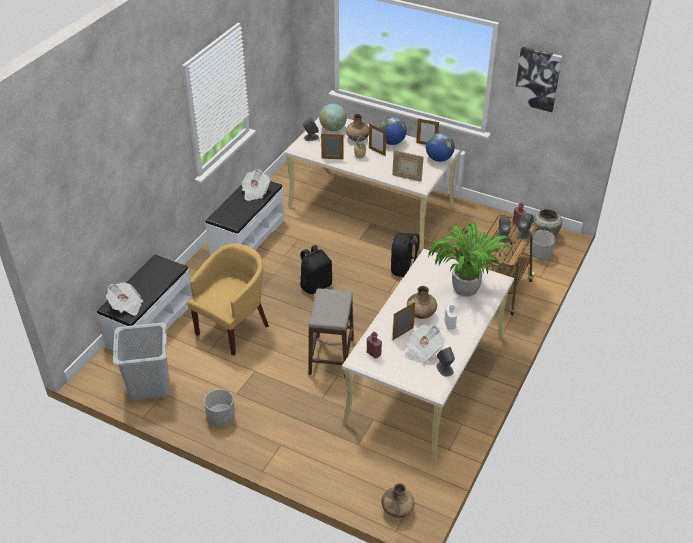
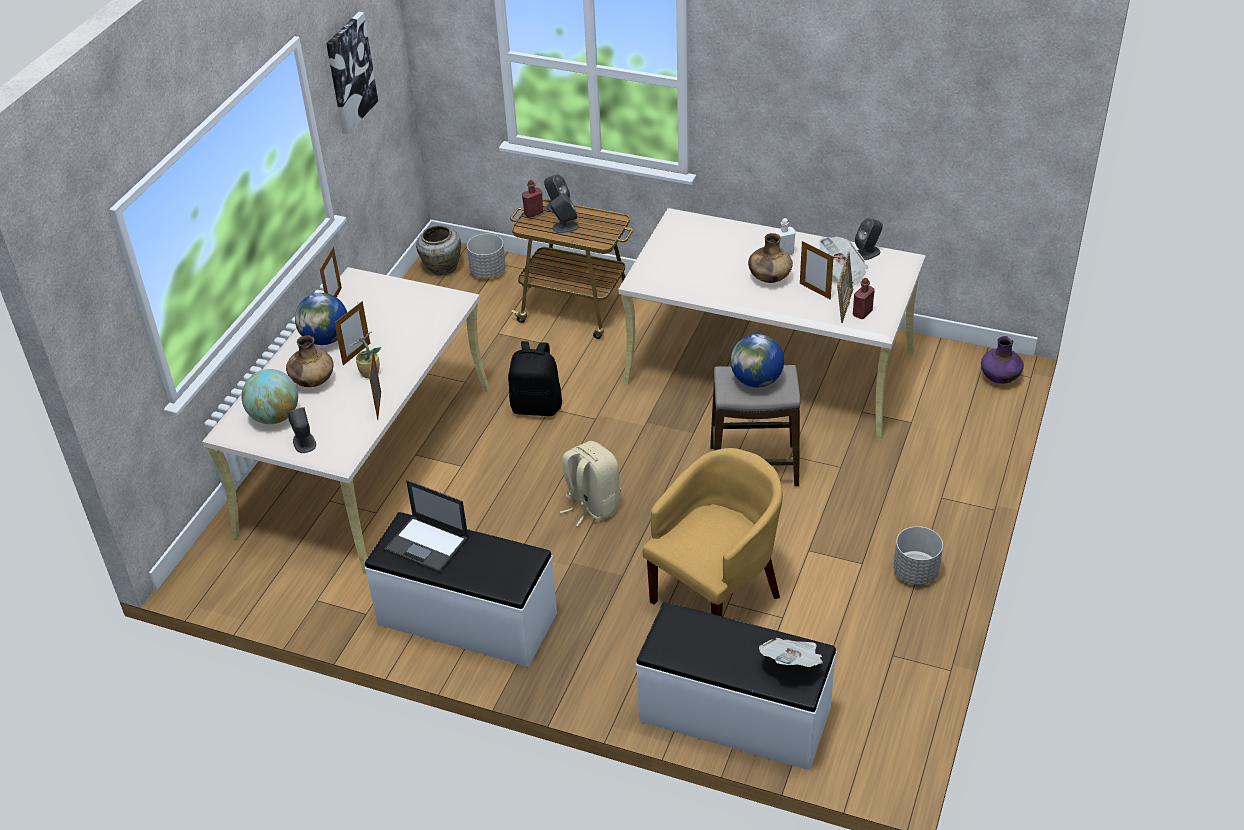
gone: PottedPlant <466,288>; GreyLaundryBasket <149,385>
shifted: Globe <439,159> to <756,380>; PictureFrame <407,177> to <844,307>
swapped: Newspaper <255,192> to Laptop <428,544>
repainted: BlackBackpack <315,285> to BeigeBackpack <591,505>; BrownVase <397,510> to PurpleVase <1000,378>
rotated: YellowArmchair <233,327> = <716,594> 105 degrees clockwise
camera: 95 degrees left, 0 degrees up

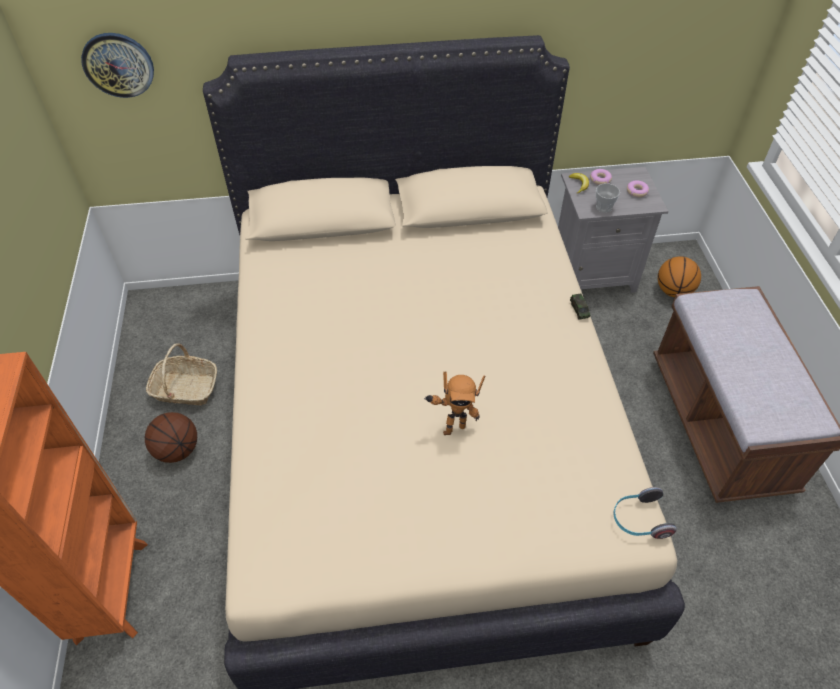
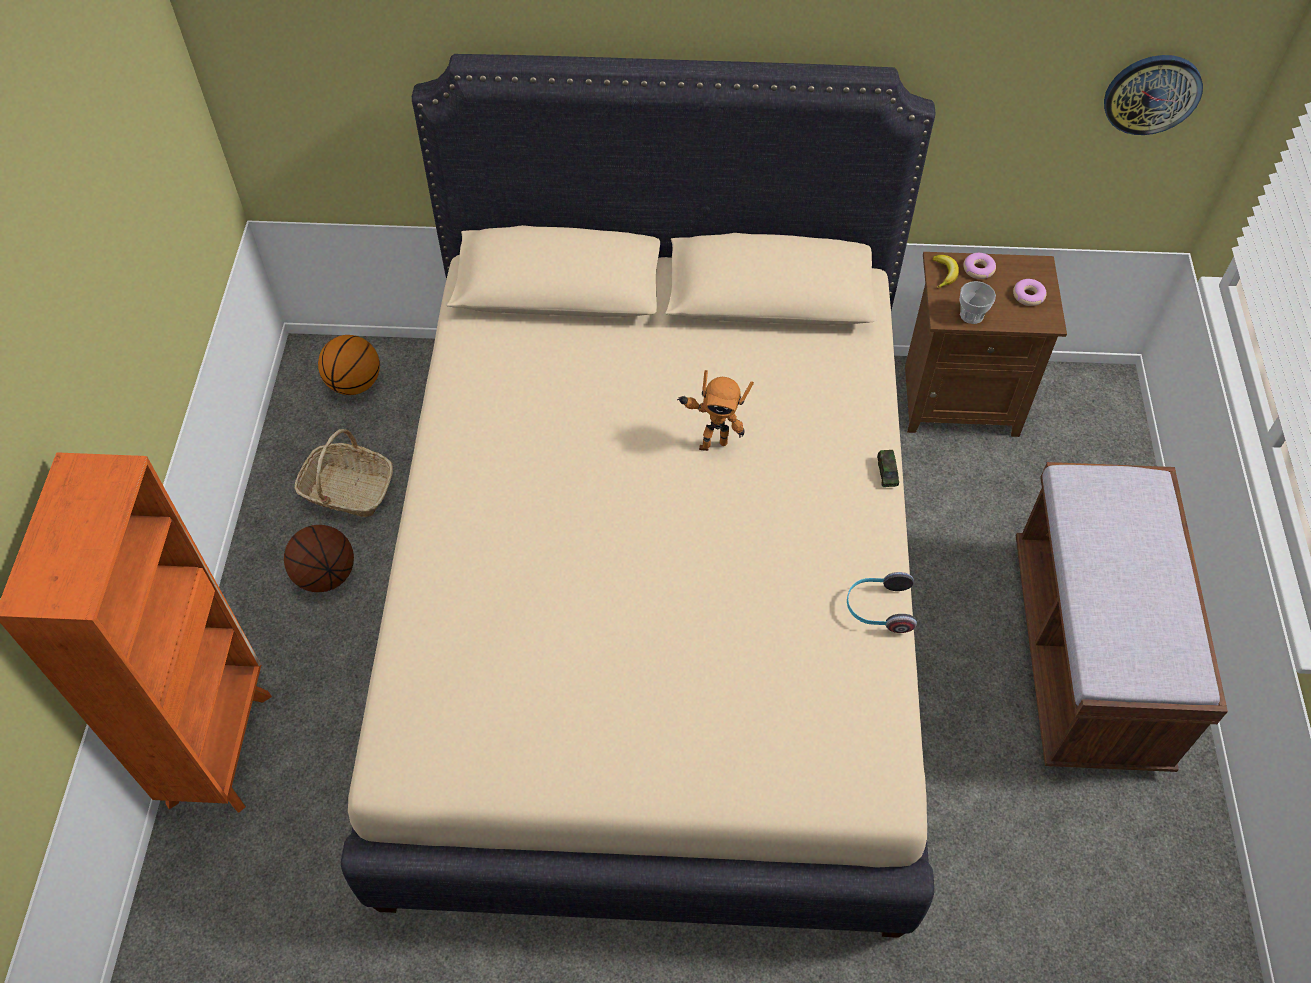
shifted: WallClock <118,64> to <1152,93>; Basketball <673,291> to <355,383>; ToyRobot <452,427> to <711,442>; Headphones <639,520> to <878,609>
repainted: GreyNightstand <592,274> to BrownNightstand <959,399>
camera: 10 degrees right, 5 degrees up

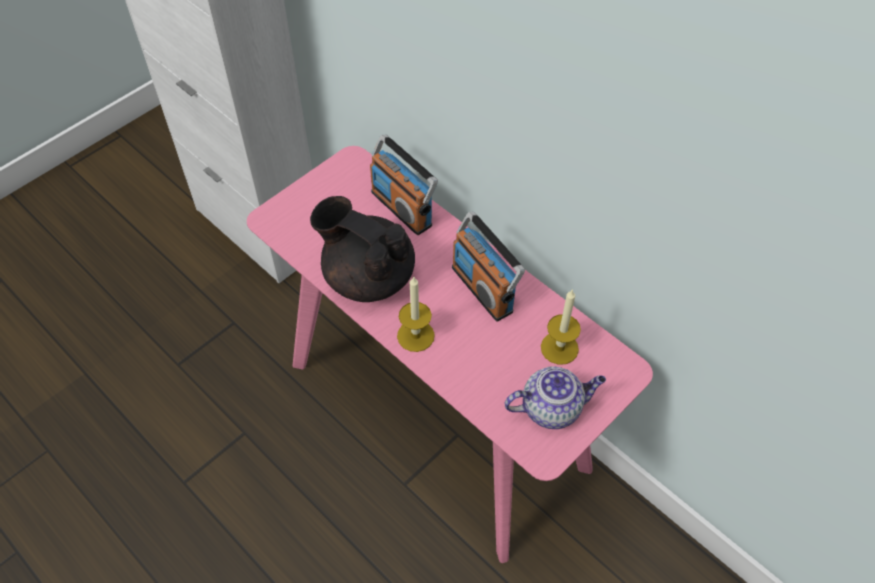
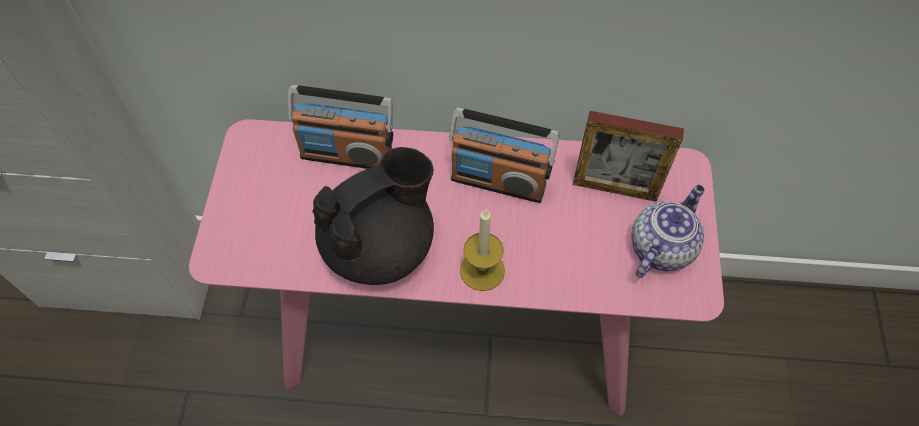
swapped: Candle <559,348> to PictureFrame <615,188>
rotated: BlackTeapot <368,276> = <380,245> 150 degrees clockwise
camera: 40 degrees left, 5 degrees up

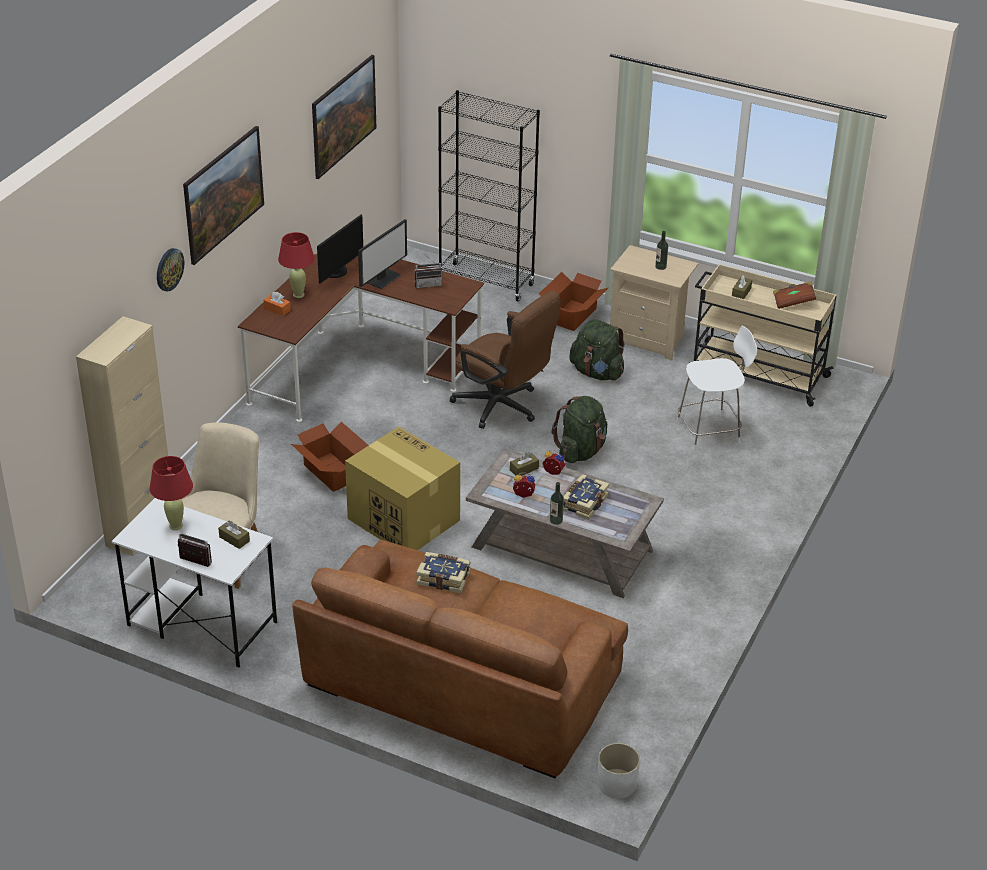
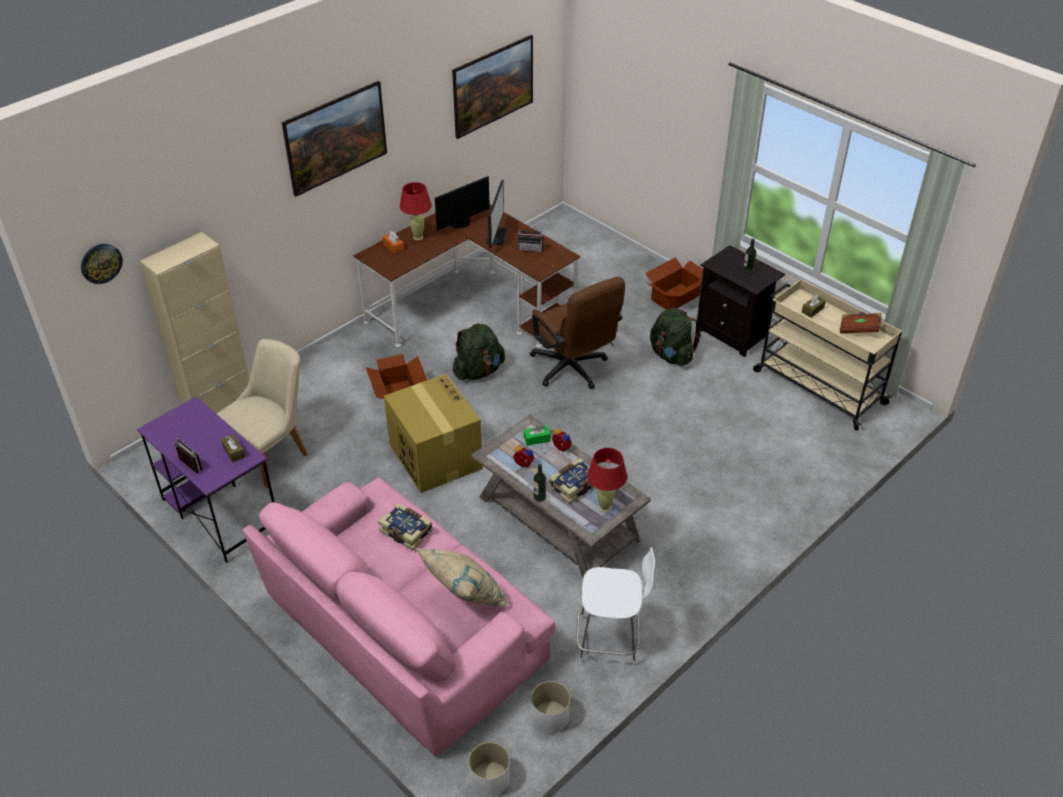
gone: BlackBookcase <486,282>
new: BeigePillow <464,596>; WhitePlanter <549,717>
shifted: WallClock <169,269> to <101,263>; WhiteChair <710,431> to <610,641>; GreenBackpack <581,451> to <478,371>; RedTableLamp <176,526> to <605,507>
repainted: BeigeNightstand <649,339> to BlackNightstand <733,333>; BrownTissueBox <524,469> to GreenTissueBox <537,439>; WhiteDesk <201,623> to PurpleDesk <219,512>; BrownSofa <461,682> to PinkSofa <403,630>
rotated: Monitor <383,278> = <496,236> 45 degrees counterclockwise
camera: 20 degrees right, 5 degrees up

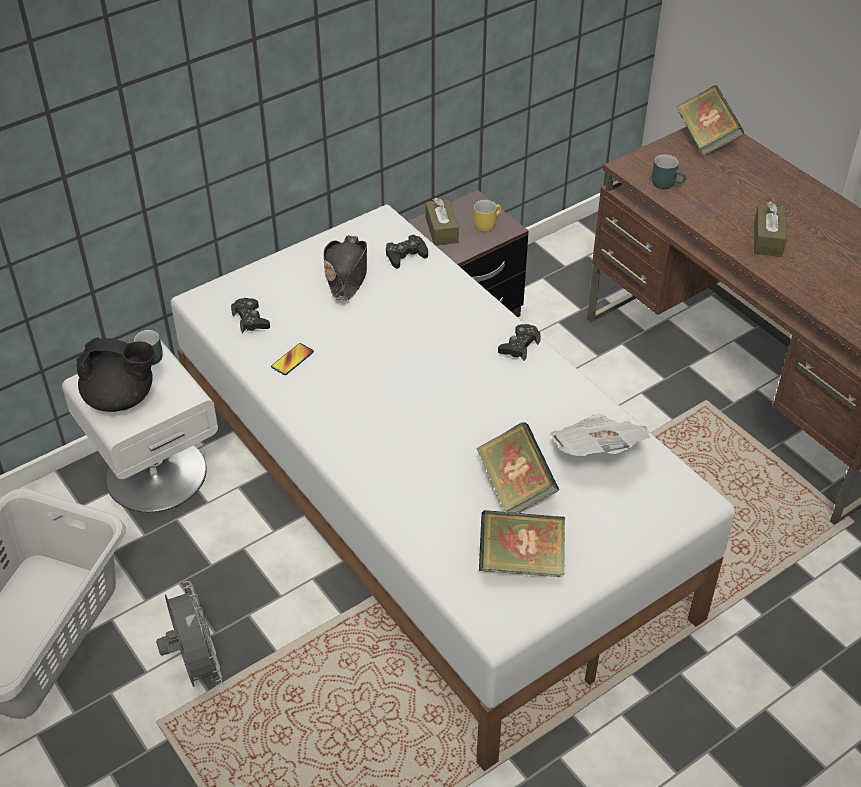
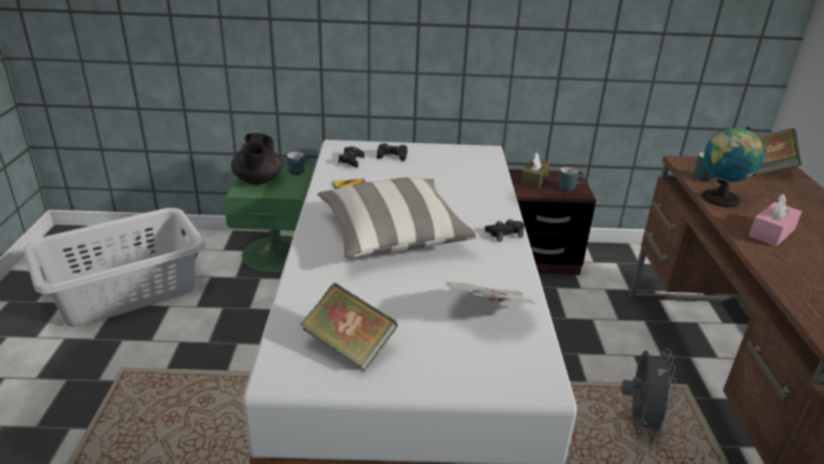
gone: BlackHat <346,273>; Book <515,486>
new: Globe <719,199>; Pillow <393,235>
shifted: BlackGameController <405,255> to <392,156>; GreyFan <195,666> to <639,423>
repainted: YellowMug <486,224> to TurquoiseMug <568,187>; BrownTissueBox <767,239> to PinkTissueBox <771,233>; WhiteNightstand <155,472> to GreenNightstand <277,253>
rotated: BlackTeapot <121,398> = <258,181> 45 degrees clockwise
camera: 35 degrees right, 15 degrees down

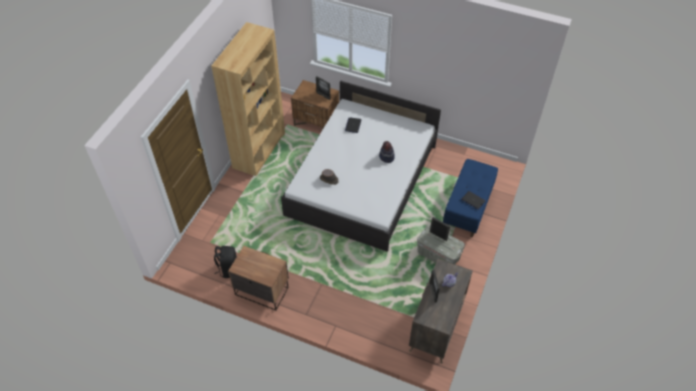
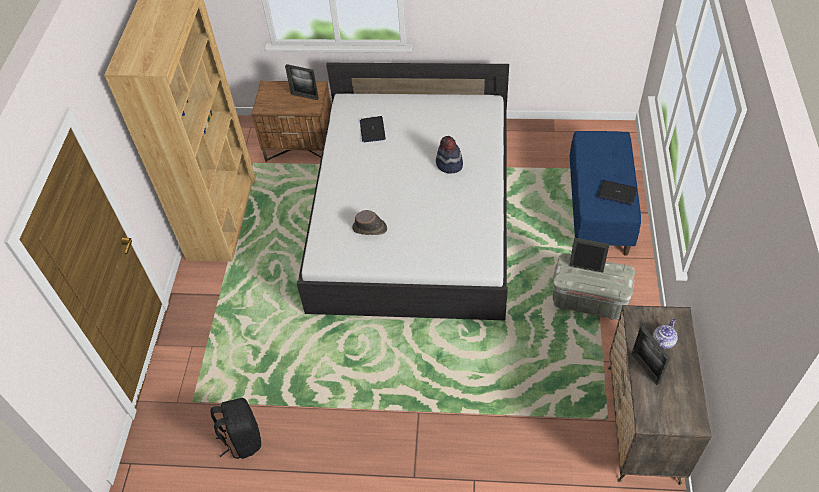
gone: Nightstand <261,290>
camera: 15 degrees left, 0 degrees up

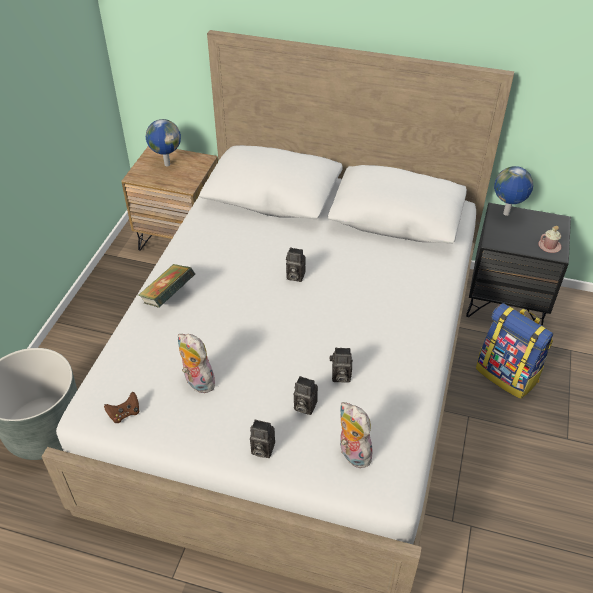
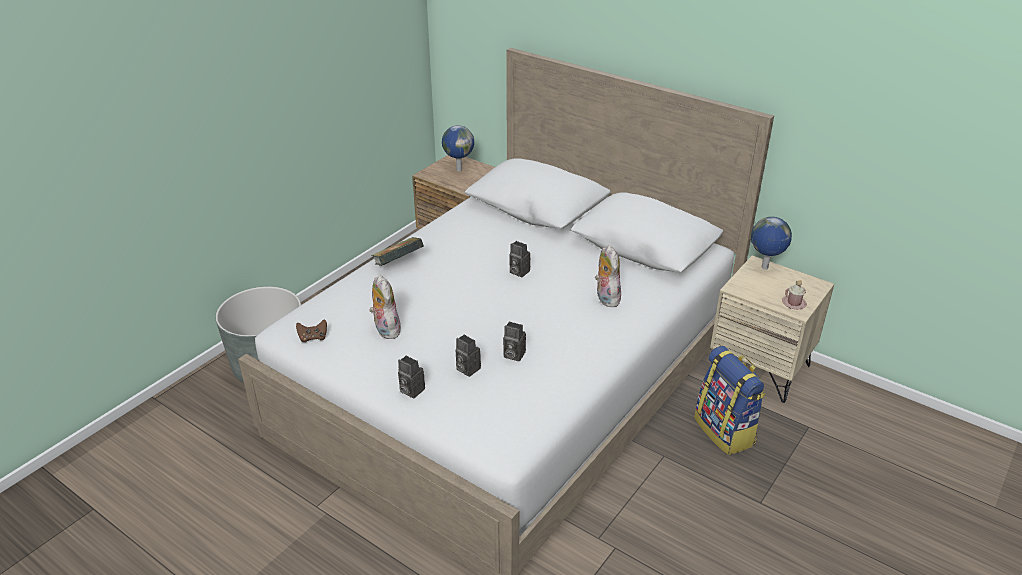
shifted: PlushToy <352,453> to <605,298>
repainted: BlackNightstand <506,302> to BeigeNightstand <760,368>
camera: 20 degrees right, 10 degrees down

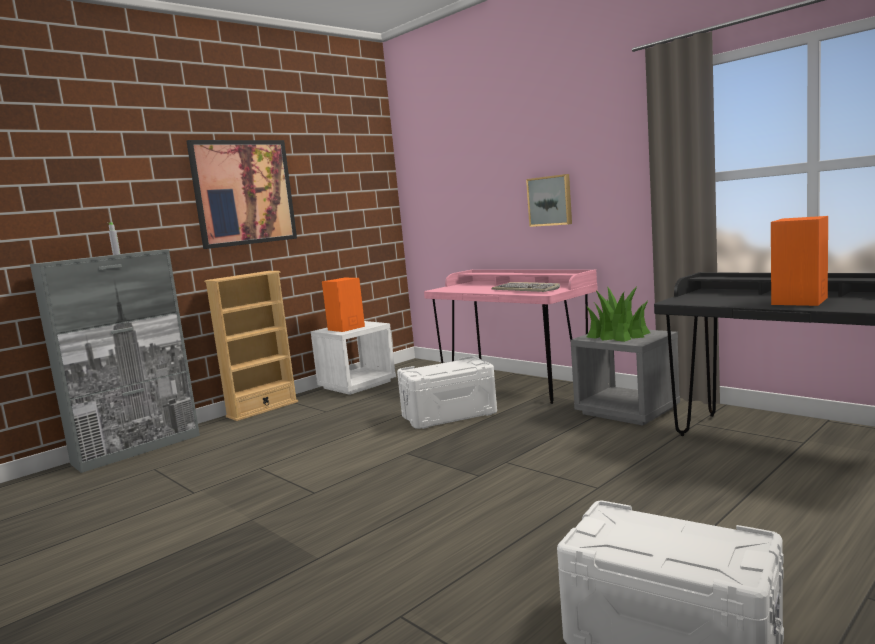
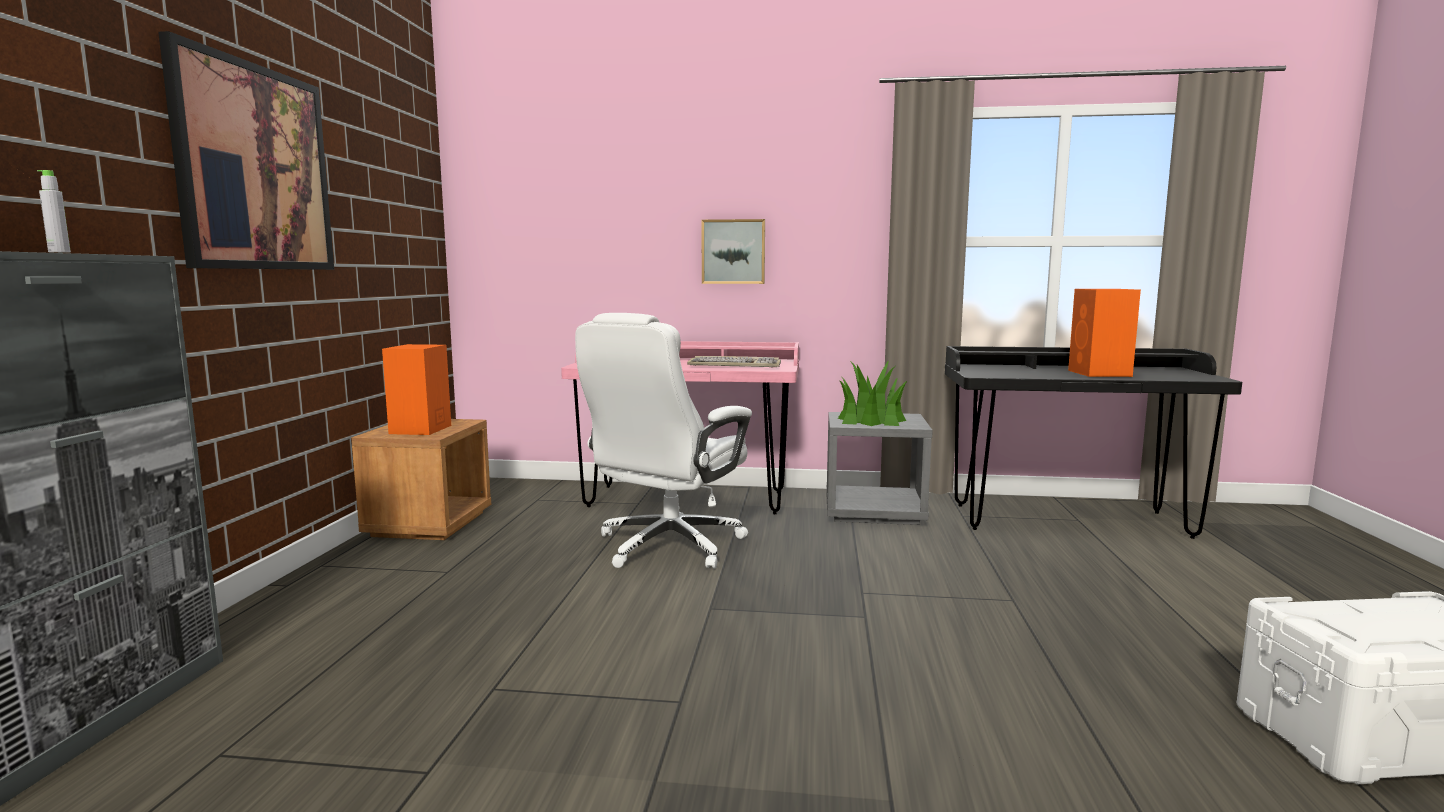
gone: BeigeBookcase <262,409>
swapped: WhiteStorageBox <448,414> to WhiteOfficeChair <668,546>
repainted: WhiteNightstand <357,385> to BrownNightstand <429,524>
camera: 40 degrees left, 0 degrees up

